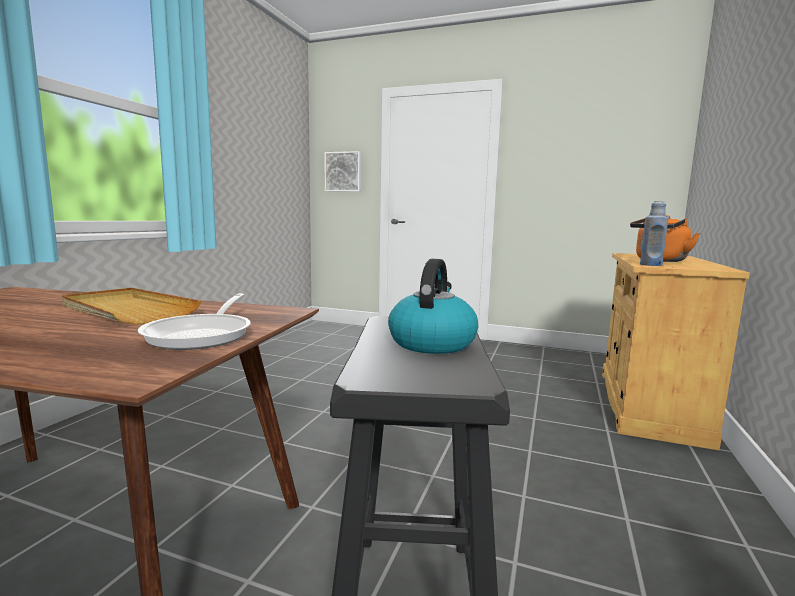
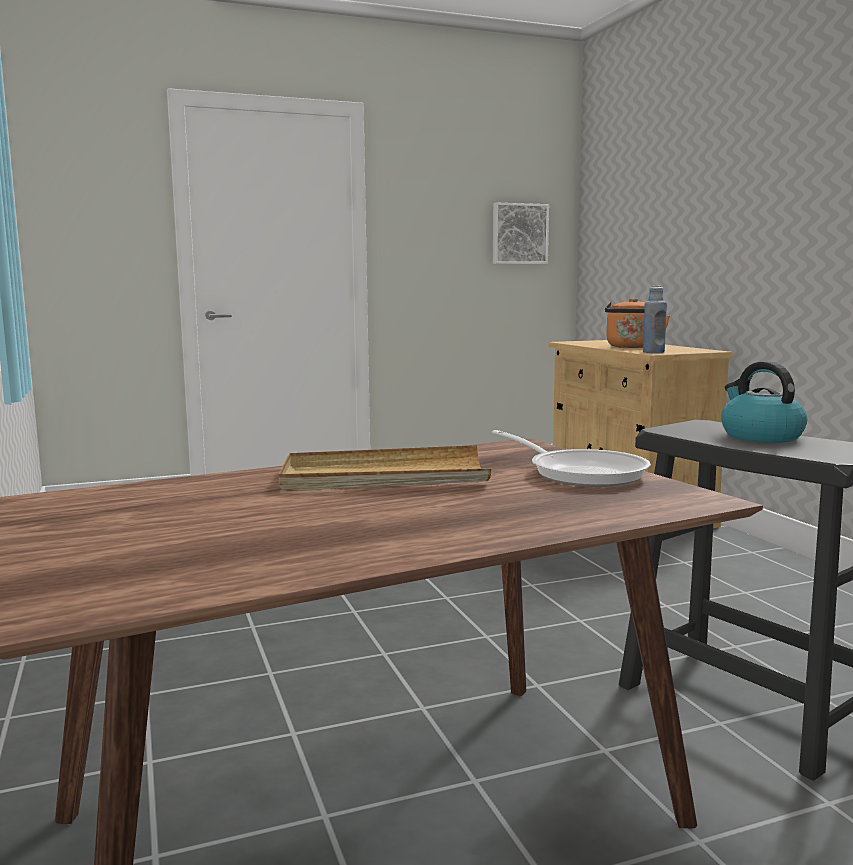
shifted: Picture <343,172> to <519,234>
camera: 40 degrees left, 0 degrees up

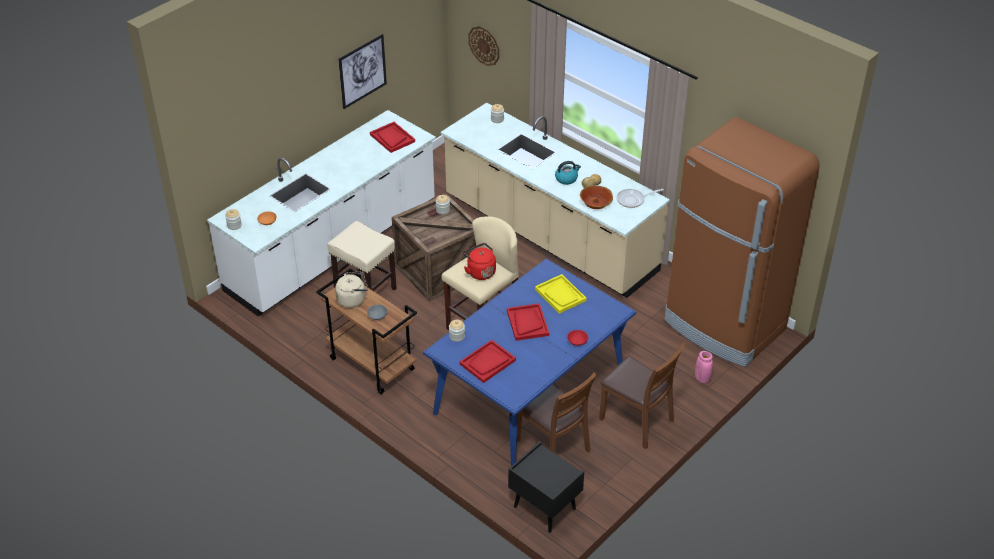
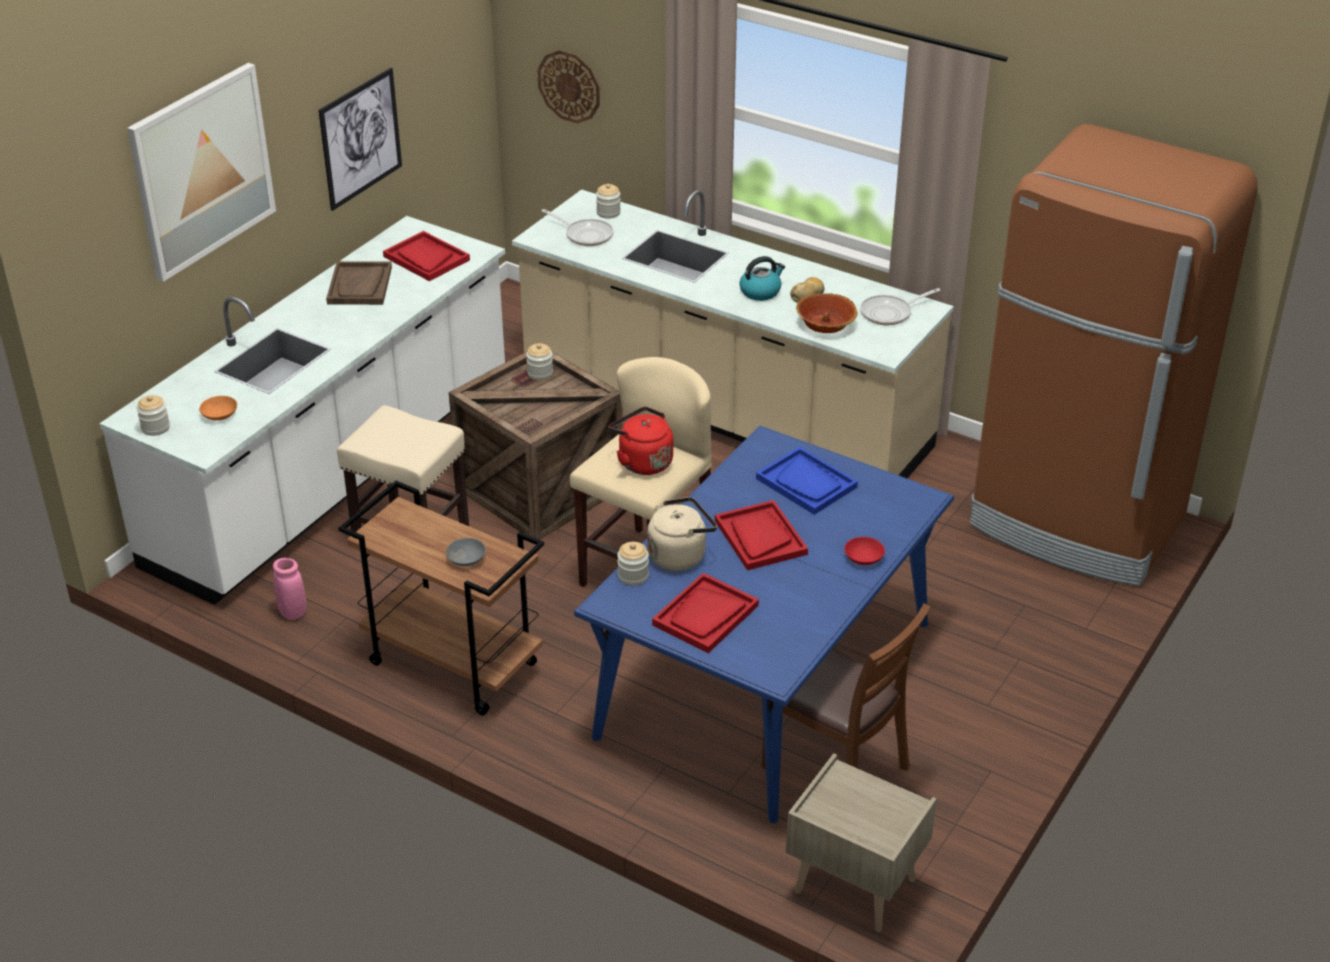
gone: BrownChair <637,421>
new: Picture <202,170>; FryingPan <585,235>; BrownTray <360,285>
shifted: BeigeKettle <353,299> to <680,554>; PinkVase <702,378> to <293,612>
repainted: YellowTray <560,295> to BlueTray <806,483>; BlackNightstand <543,507> to BeigeNightstand <853,886>
camera: 10 degrees left, 5 degrees down

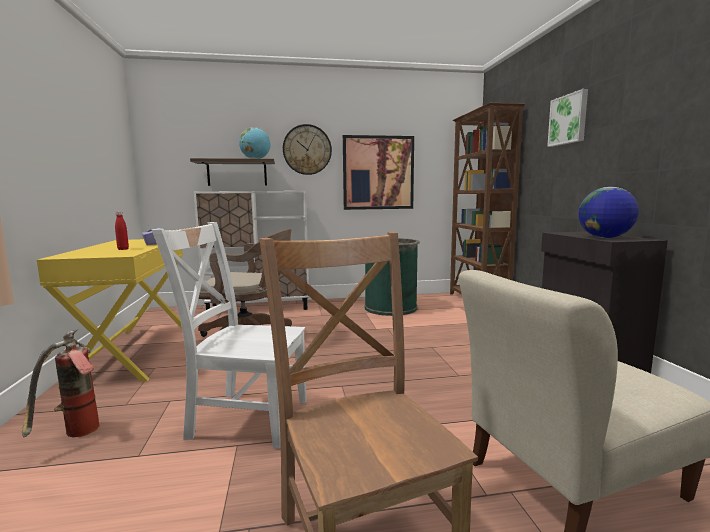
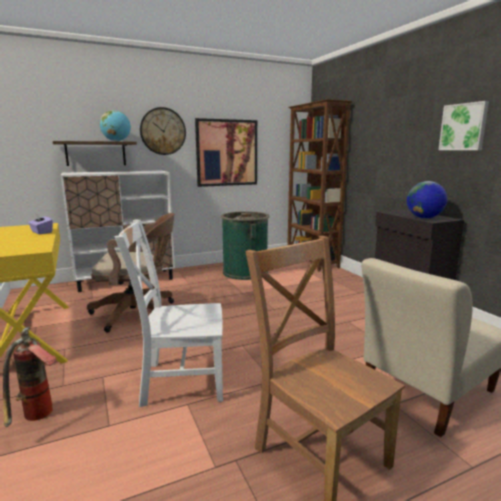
gone: RedBottle <123,249>
shifted: Picture <569,119> to <464,127>
camera: 15 degrees left, 5 degrees up

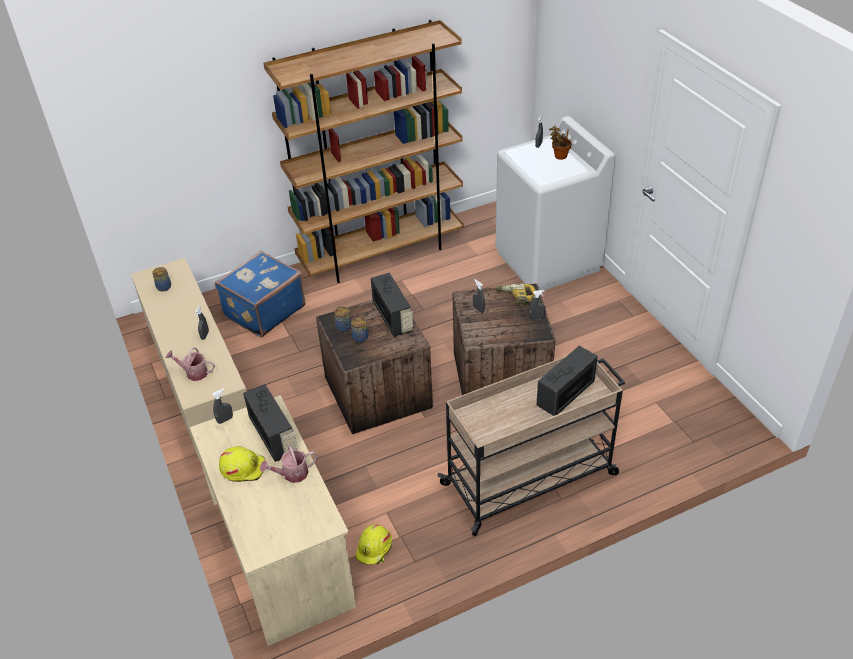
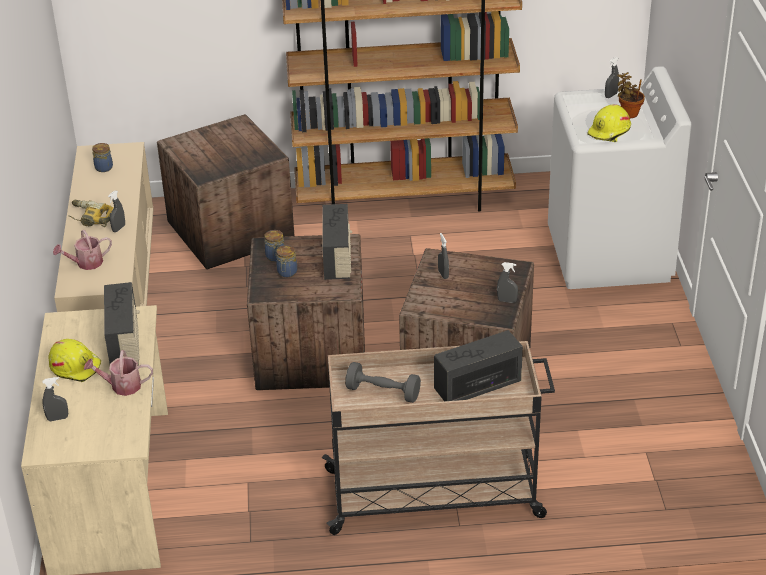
new: GreyDumbbell <383,392>
shifted: PowerDrill <517,298> to <90,218>; GreySprayBottle <225,420> to <57,418>; YellowHardHat <374,549> to <609,132>
swapped: BlueSuitcase <263,311> to Crate <229,232>
rotated: WateringCan <194,372> = <86,263> 60 degrees counterclockwise
camera: 20 degrees right, 5 degrees down

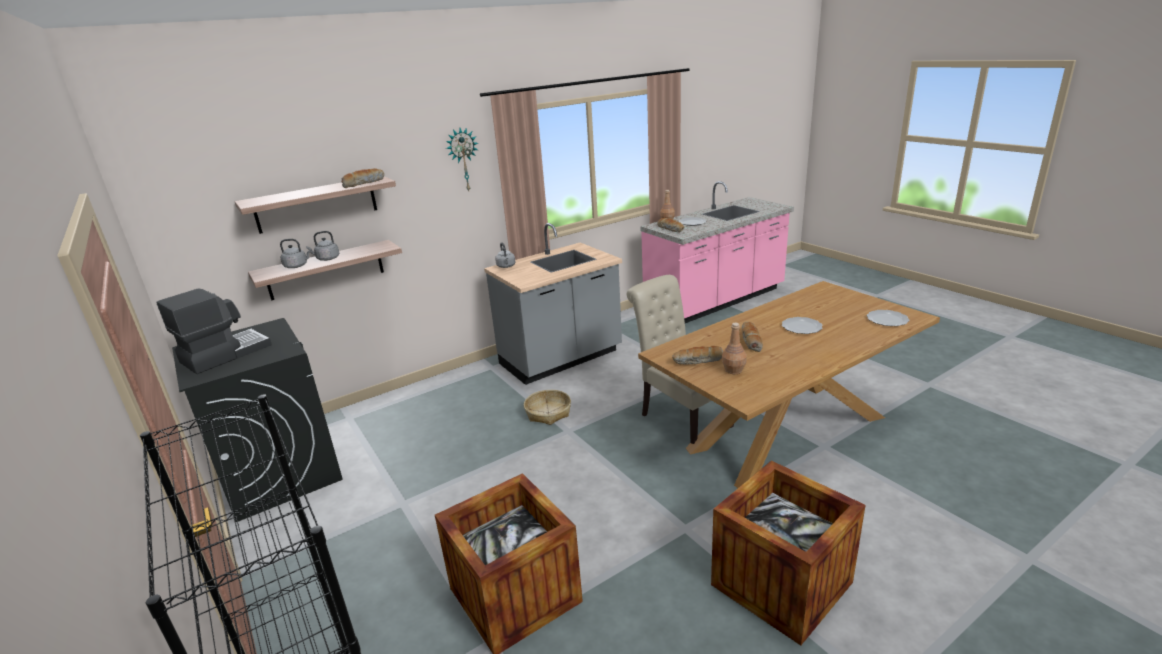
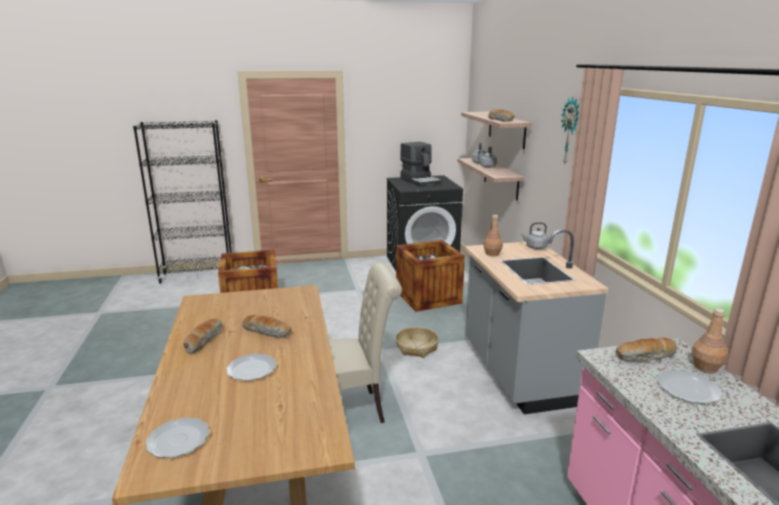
shifted: BrownBottle <733,370> to <492,254>; Bread <698,361> to <203,340>; Crate <781,583> to <428,297>
camera: 110 degrees right, 5 degrees down

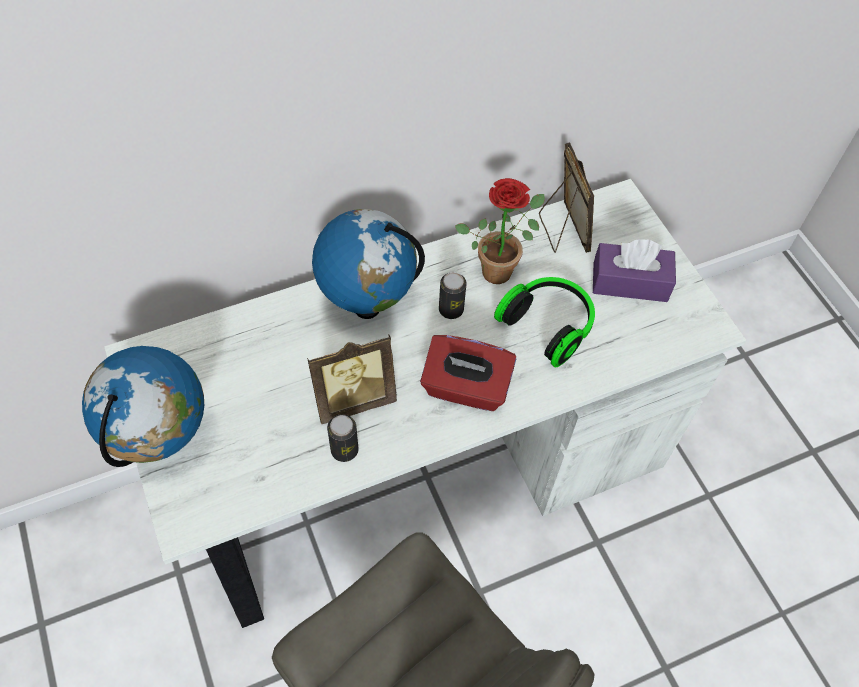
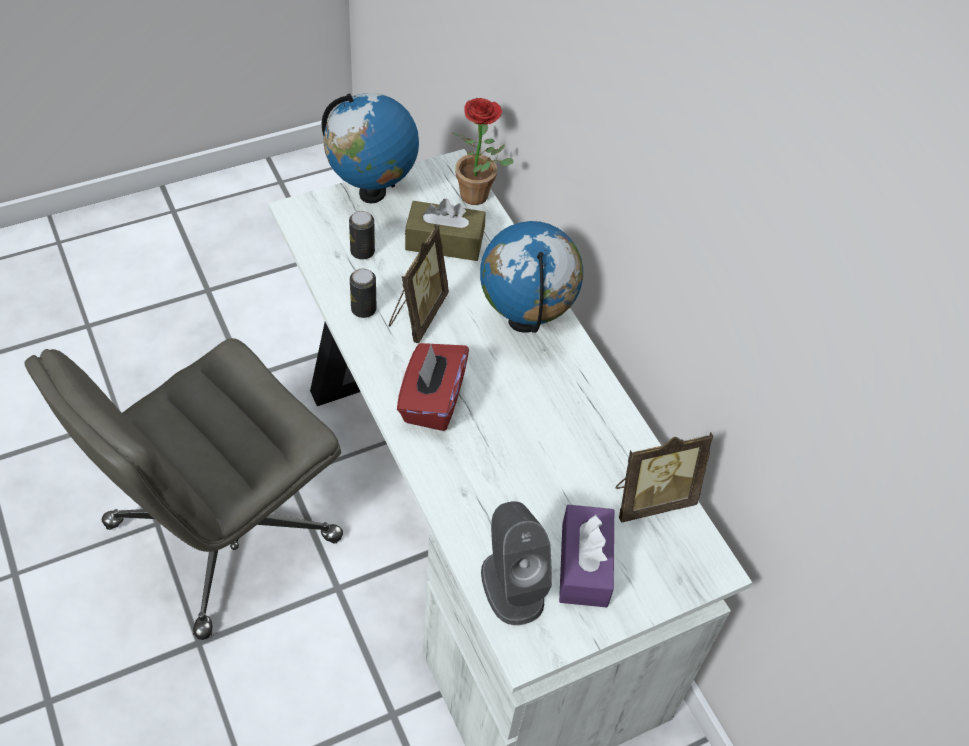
gone: Headphones <549,325>
new: BrownTissueBox <444,242>; GreySpeaker <512,585>
shifted: PottedPlant <500,267> to <480,197>; Can <451,309> to <362,252>
rotated: PictureFrame <353,399> = <417,314> 135 degrees counterclockwise
camera: 85 degrees right, 5 degrees down

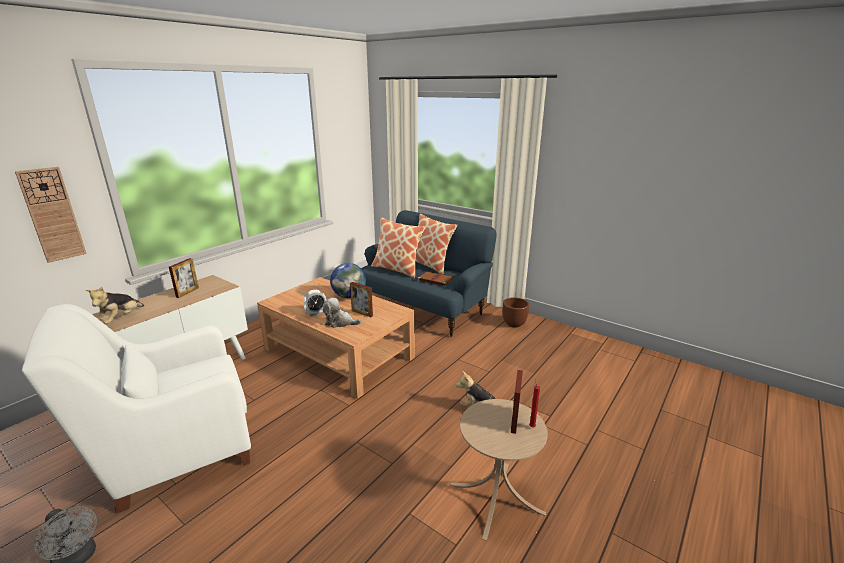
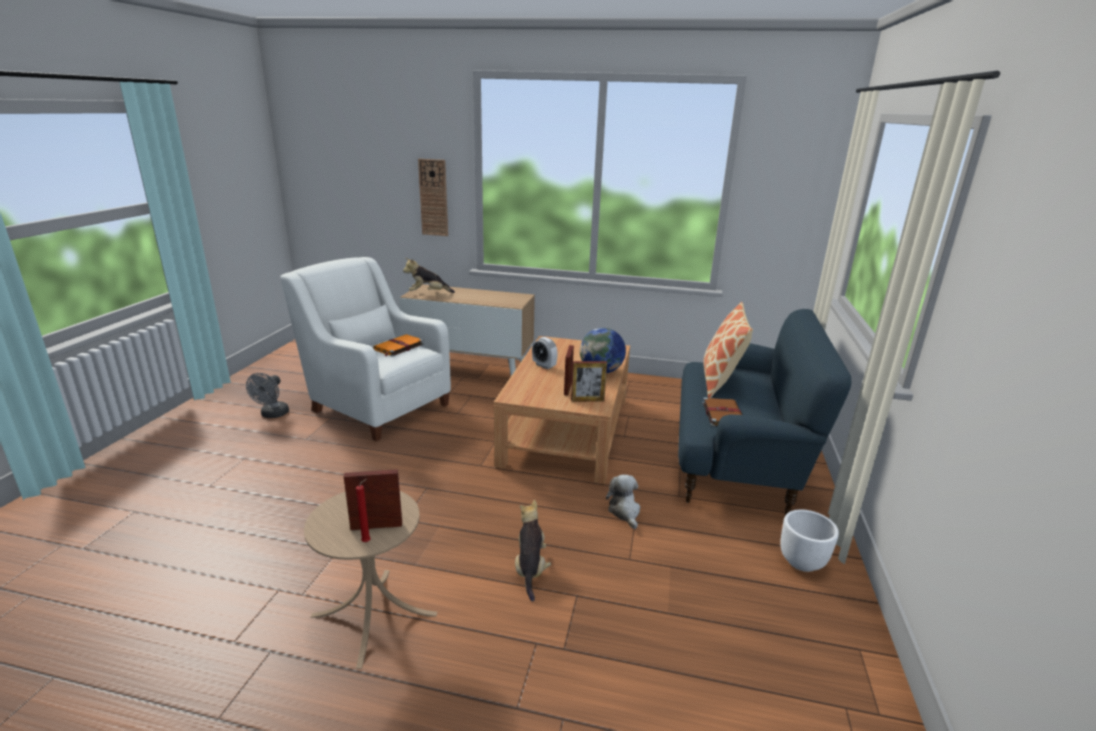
gone: Pillow <430,265>
new: OrangeBook <398,347>
shifted: PictureFrame <187,292> to <587,400>; PlushToy <340,322> to <624,511>
repainted: BrownPlanter <514,324> to WhitePlanter <802,562>
camera: 65 degrees right, 0 degrees up

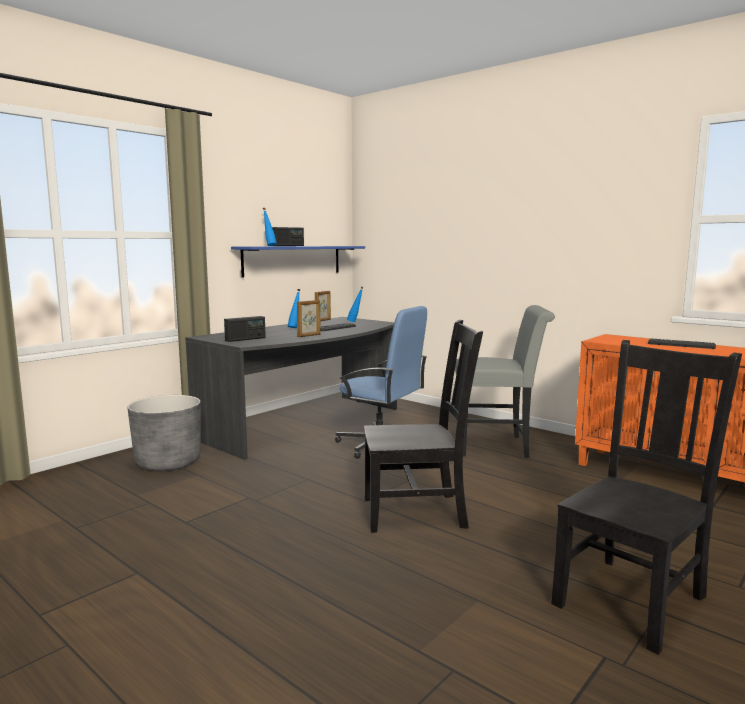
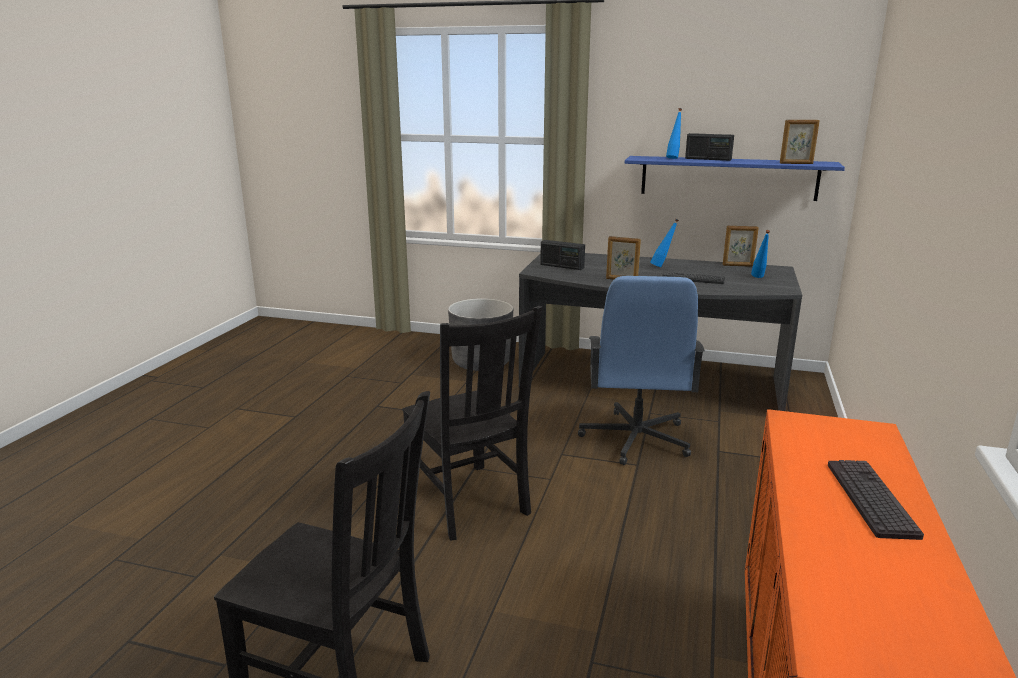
gone: GreyChair <498,446>
new: PictureFrame <796,163>
camera: 65 degrees right, 10 degrees up

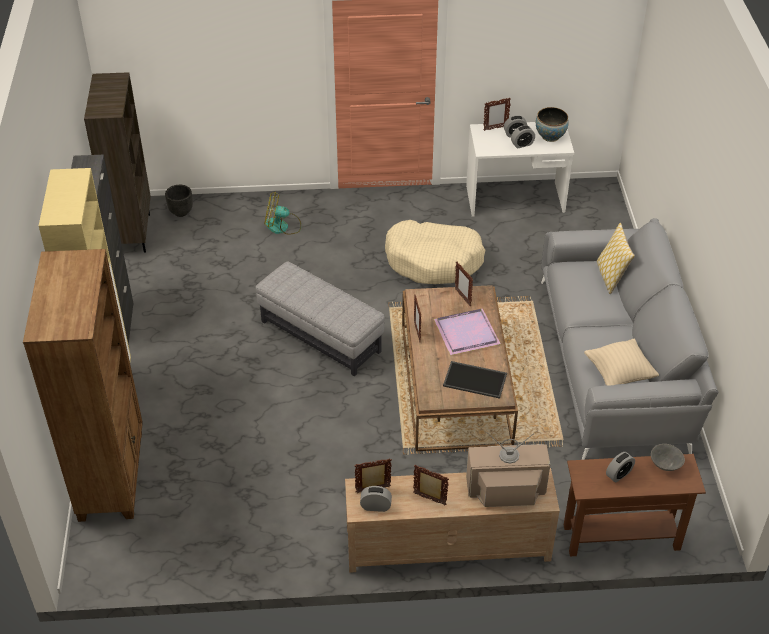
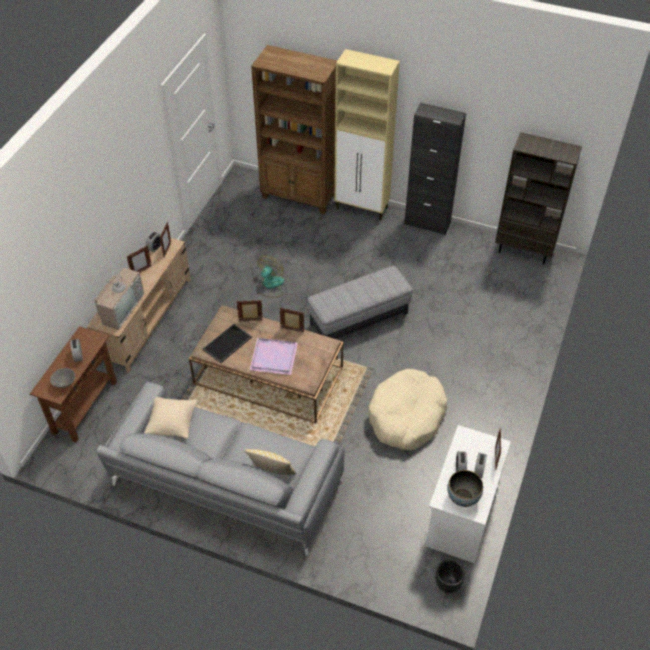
shifted: BlackPlanter <181,212> to <448,584>; Fan <282,226> to <270,285>; PictureFrame <462,297> to <250,321>
camera: 115 degrees right, 5 degrees up

